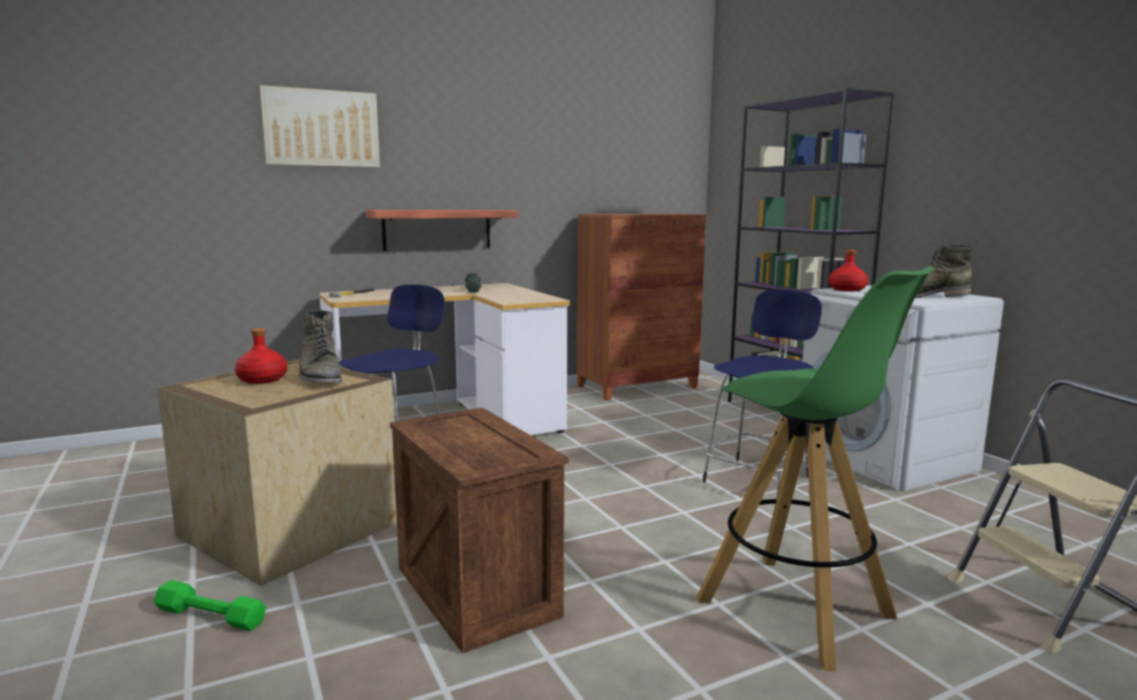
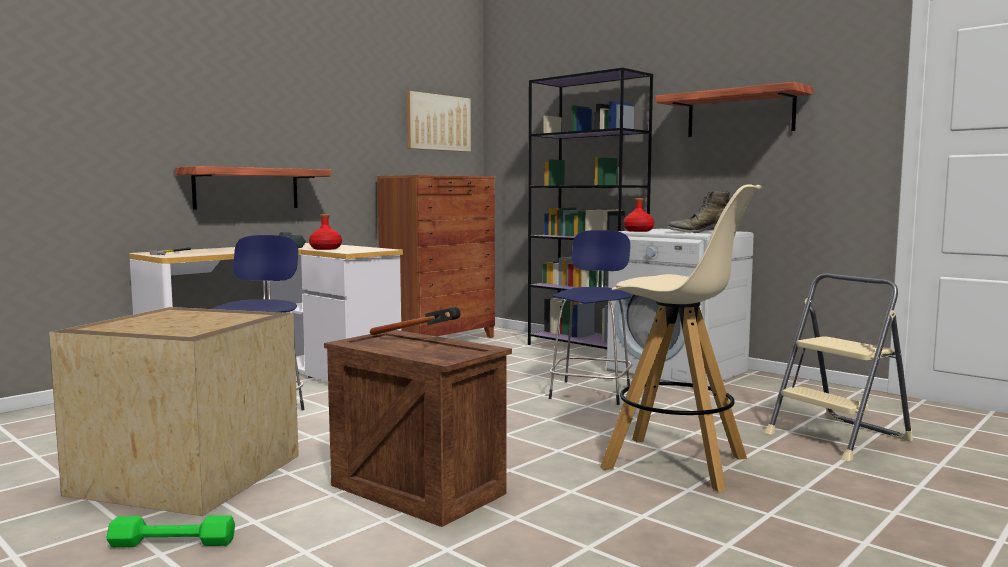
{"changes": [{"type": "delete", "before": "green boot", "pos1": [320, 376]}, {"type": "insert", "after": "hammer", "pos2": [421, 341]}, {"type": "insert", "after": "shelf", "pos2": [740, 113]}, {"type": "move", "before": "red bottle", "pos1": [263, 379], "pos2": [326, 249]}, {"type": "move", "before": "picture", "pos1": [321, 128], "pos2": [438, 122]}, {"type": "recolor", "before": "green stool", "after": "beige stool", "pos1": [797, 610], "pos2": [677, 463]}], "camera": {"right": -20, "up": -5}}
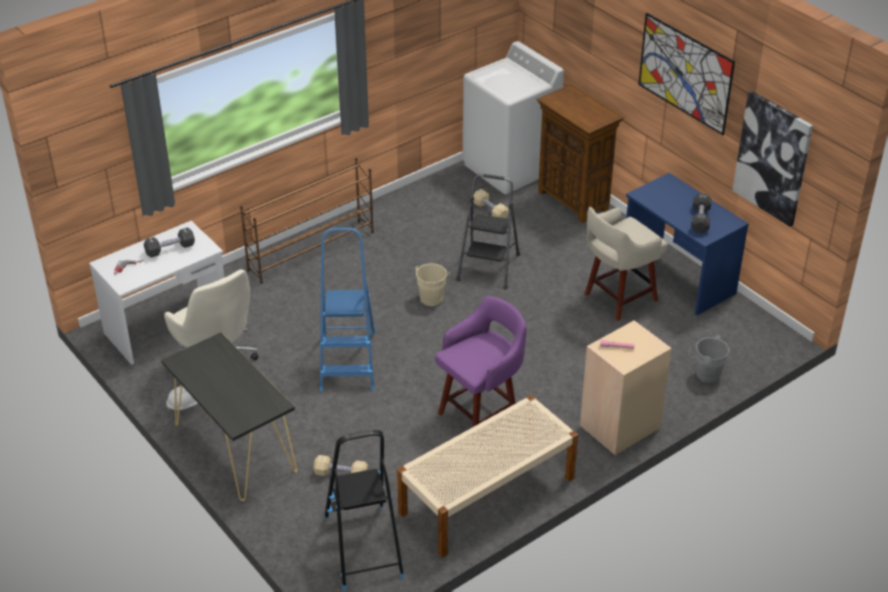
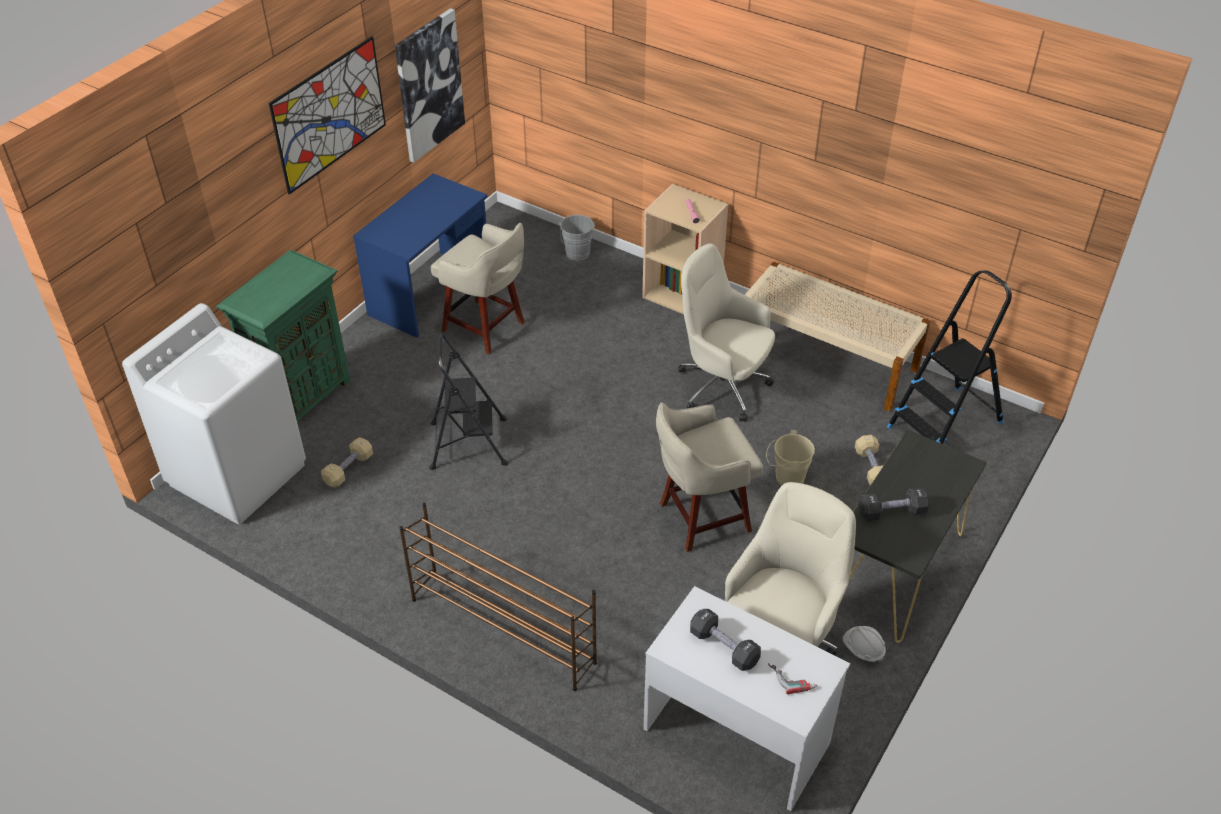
{"changes": [{"type": "move", "before": "beige bucket", "pos1": [432, 297], "pos2": [786, 477]}, {"type": "move", "before": "black dumbbell", "pos1": [700, 220], "pos2": [892, 512]}, {"type": "replace", "before": "blue step ladder", "after": "beige stool", "pos1": [348, 361], "pos2": [701, 518]}, {"type": "replace", "before": "purple stool", "after": "beige office chair", "pos1": [481, 414], "pos2": [721, 388]}, {"type": "recolor", "before": "brown cabinet", "after": "green cabinet", "pos1": [574, 201], "pos2": [303, 398]}], "camera": {"right": -110, "up": 5}}
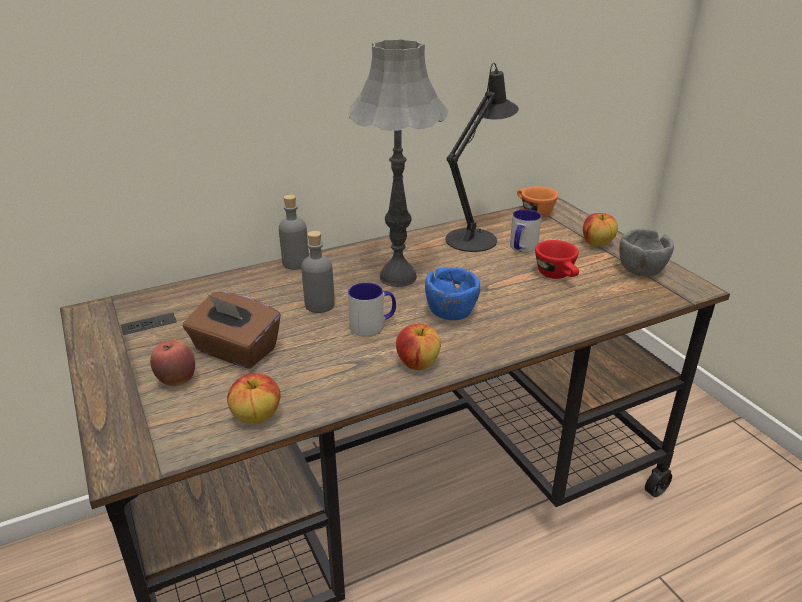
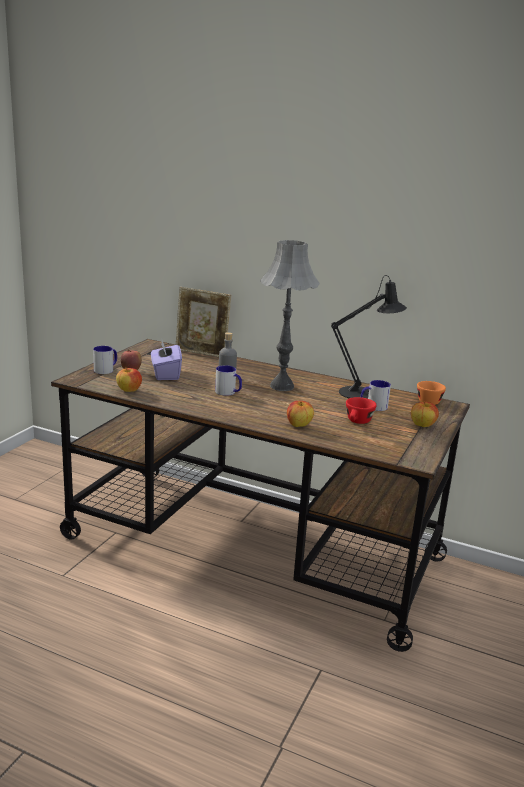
{"changes": [{"type": "delete", "before": "grey bottle", "pos1": [295, 263]}, {"type": "delete", "before": "blue bowl", "pos1": [451, 313]}, {"type": "delete", "before": "grey bowl", "pos1": [641, 270]}, {"type": "insert", "after": "mug", "pos2": [106, 370]}, {"type": "insert", "after": "picture frame", "pos2": [201, 353]}, {"type": "move", "before": "apple", "pos1": [417, 363], "pos2": [299, 425]}, {"type": "recolor", "before": "brown tissue box", "after": "purple tissue box", "pos1": [235, 351], "pos2": [165, 374]}], "camera": {"right": 50, "up": -10}}
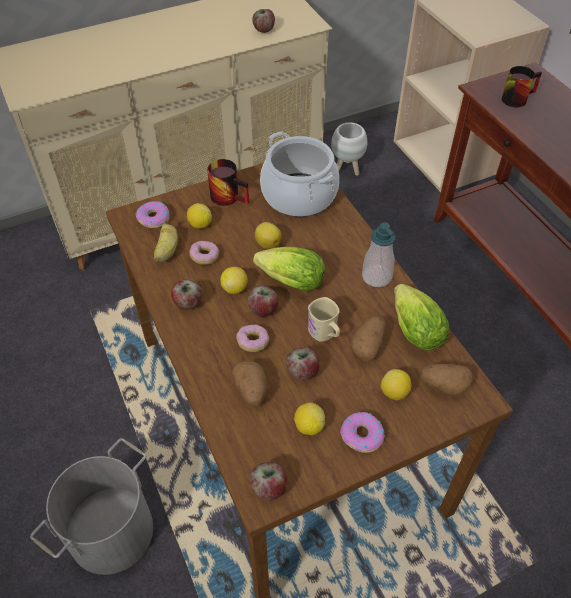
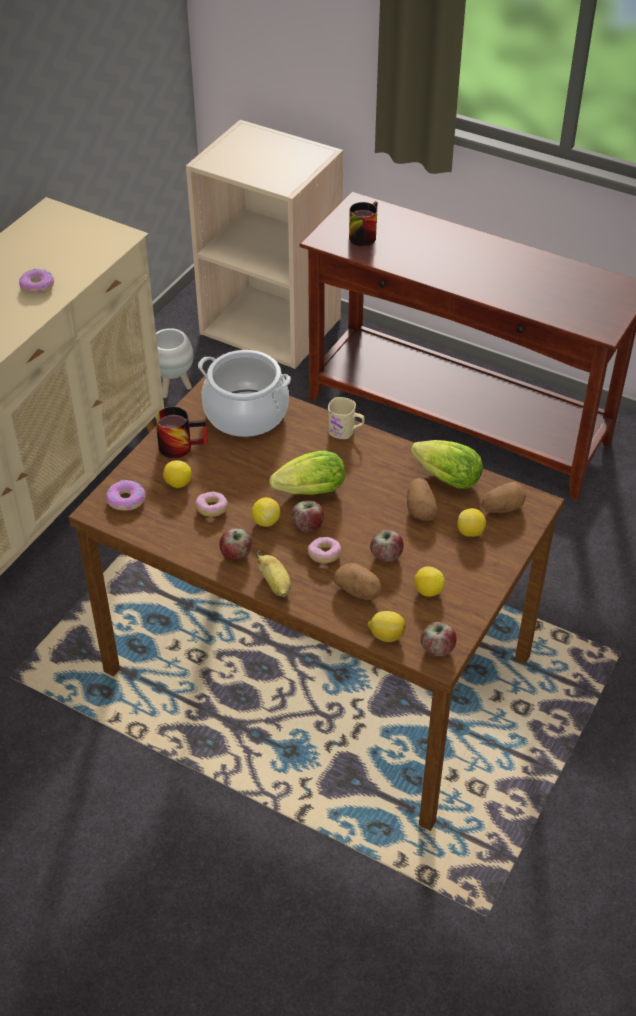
{"changes": [{"type": "delete", "before": "grey bucket", "pos1": [110, 531]}, {"type": "delete", "before": "apple", "pos1": [263, 30]}, {"type": "delete", "before": "soap dispenser", "pos1": [376, 277]}, {"type": "move", "before": "banana", "pos1": [167, 251], "pos2": [275, 584]}, {"type": "move", "before": "lemon", "pos1": [267, 243], "pos2": [386, 635]}, {"type": "move", "before": "beige mug", "pos1": [325, 334], "pos2": [346, 432]}, {"type": "move", "before": "donut", "pos1": [361, 435], "pos2": [37, 286]}], "camera": {"right": -35, "up": -5}}
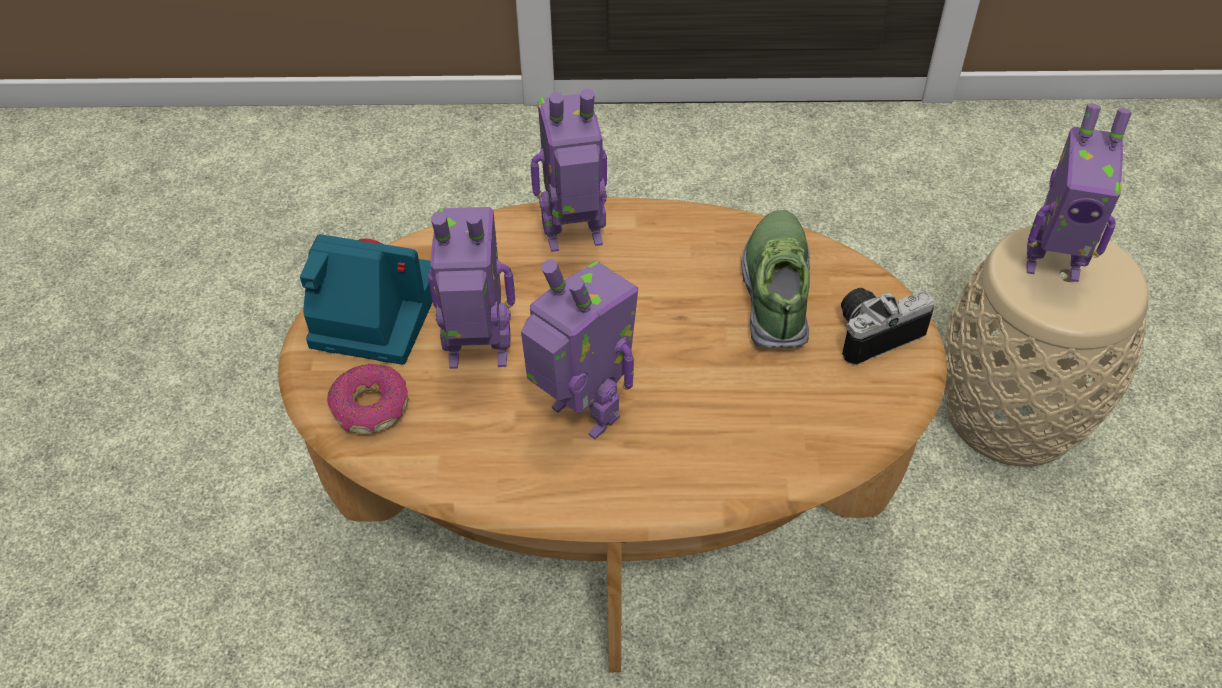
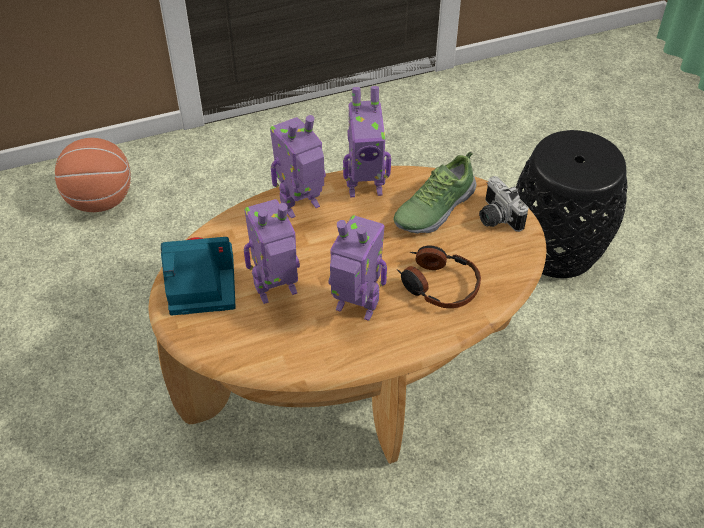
{"changes": [{"type": "delete", "before": "donut", "pos1": [370, 408]}, {"type": "insert", "after": "basketball", "pos2": [101, 200]}, {"type": "insert", "after": "headphones", "pos2": [438, 285]}, {"type": "move", "before": "toy robot", "pos1": [1052, 263], "pos2": [365, 187]}, {"type": "recolor", "before": "beige stool", "after": "black stool", "pos1": [1011, 415], "pos2": [557, 249]}, {"type": "rotate", "before": "shoe", "pos1": [778, 291], "pos2": [433, 208], "turn": -120}, {"type": "rotate", "before": "photo camera", "pos1": [872, 331], "pos2": [495, 217], "turn": -75}], "camera": {"right": -20, "up": 0}}
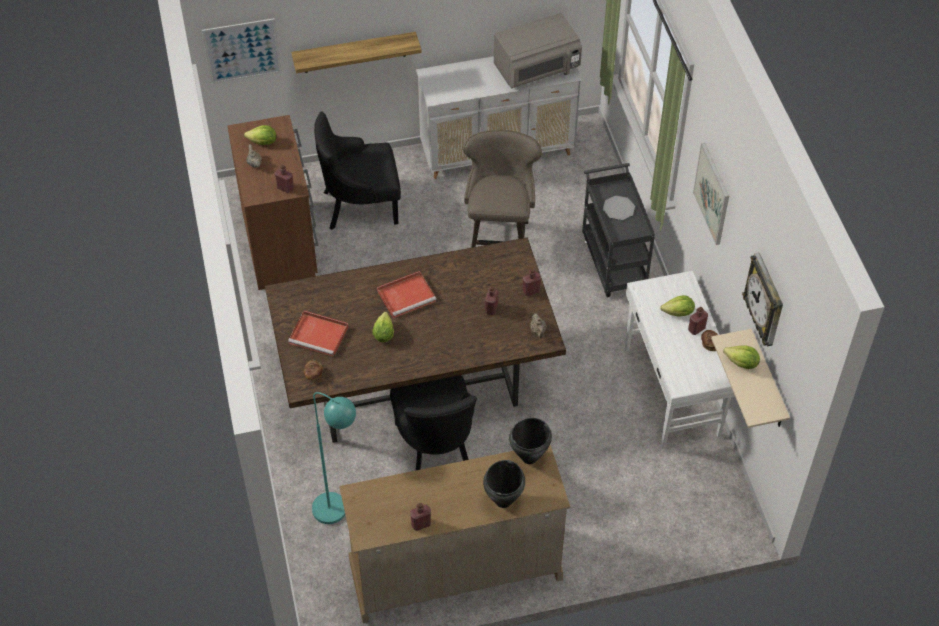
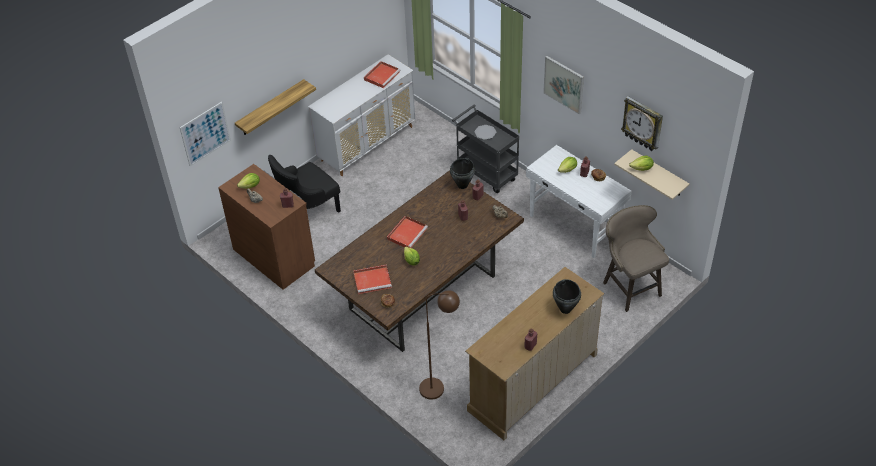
{"changes": [{"type": "delete", "before": "black chair", "pos1": [435, 446]}, {"type": "move", "before": "beige stool", "pos1": [499, 238], "pos2": [630, 287]}, {"type": "move", "before": "black cooking pot", "pos1": [529, 457], "pos2": [463, 185]}, {"type": "replace", "before": "grey microwave", "after": "red tray", "pos1": [537, 69], "pos2": [382, 75]}, {"type": "recolor", "before": "turquoise floor lamp", "after": "brown floor lamp", "pos1": [338, 514], "pos2": [439, 389]}], "camera": {"right": -30, "up": -5}}
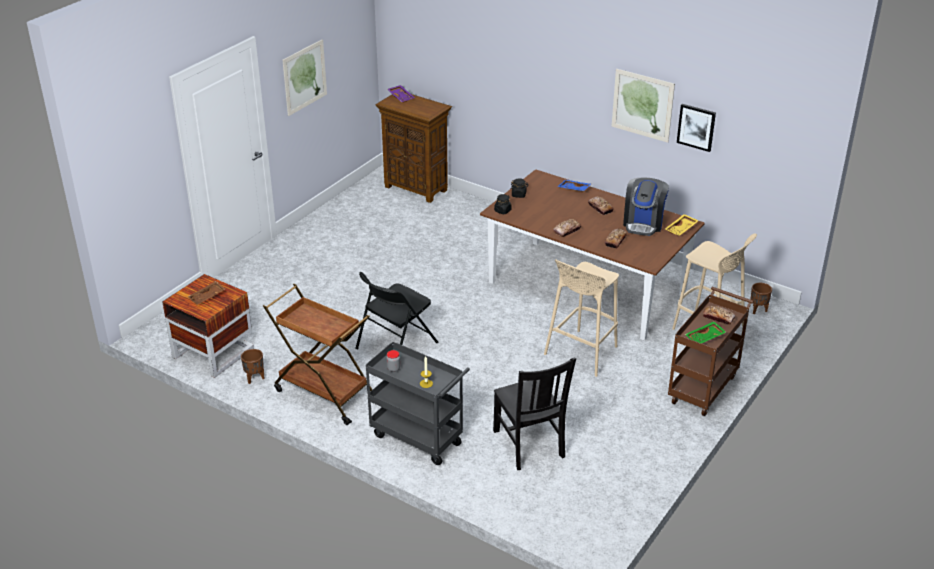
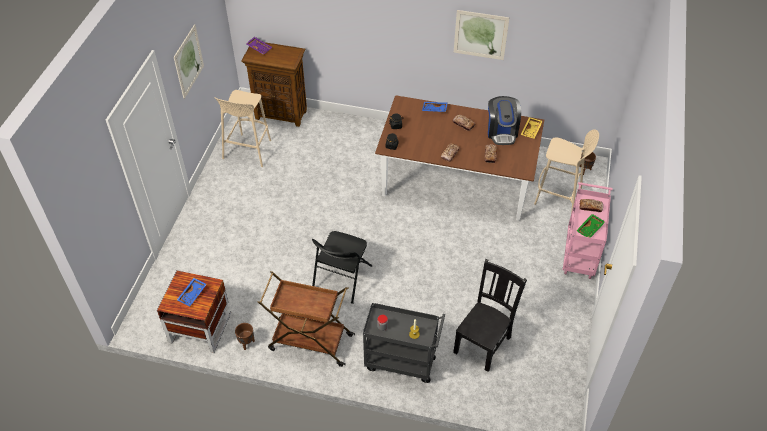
{"changes": [{"type": "delete", "before": "picture", "pos1": [696, 127]}, {"type": "move", "before": "beige stool", "pos1": [582, 353], "pos2": [248, 151]}, {"type": "recolor", "before": "brown tray", "after": "blue tray", "pos1": [207, 297], "pos2": [193, 294]}, {"type": "recolor", "before": "brown cart", "after": "pink cart", "pos1": [704, 389], "pos2": [579, 254]}, {"type": "rotate", "before": "black chair", "pos1": [529, 445], "pos2": [483, 343], "turn": -105}], "camera": {"right": -20, "up": 15}}
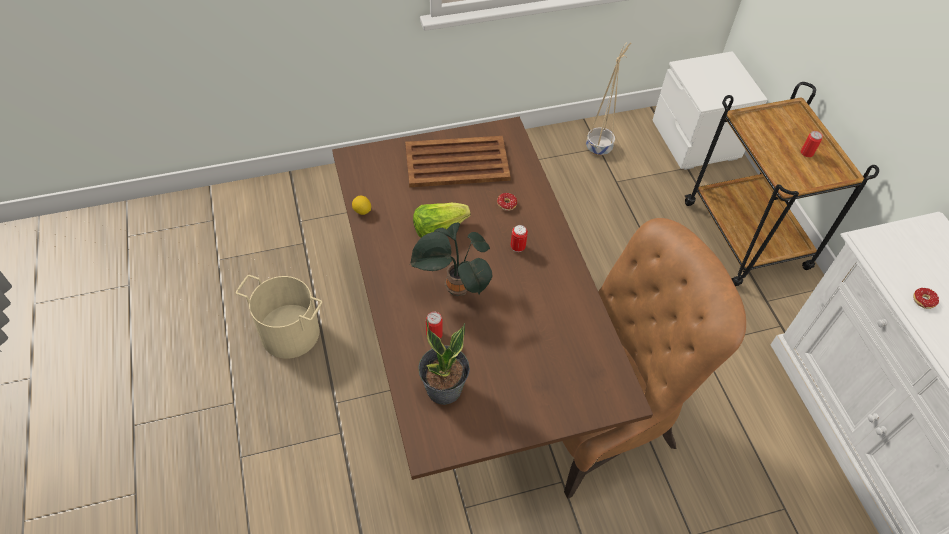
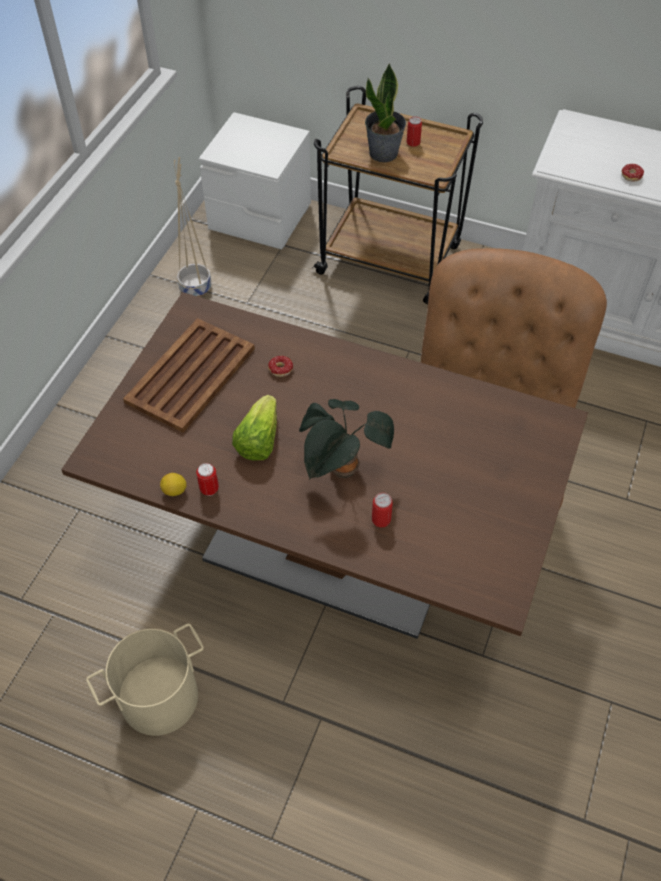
{"changes": [{"type": "move", "before": "potted plant", "pos1": [444, 389], "pos2": [384, 153]}, {"type": "move", "before": "can", "pos1": [517, 247], "pos2": [209, 489]}], "camera": {"right": -50, "up": 0}}
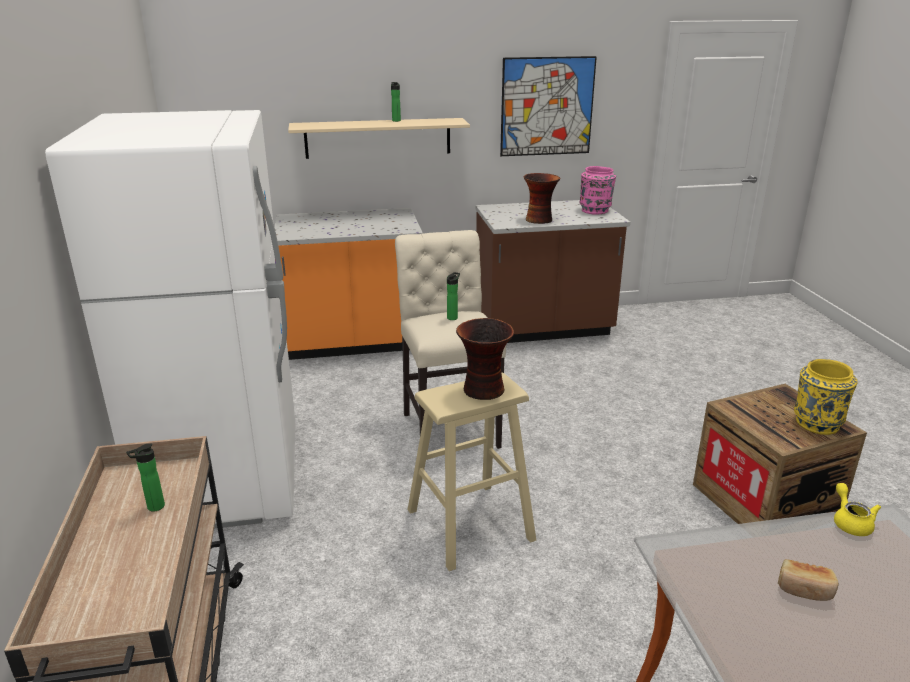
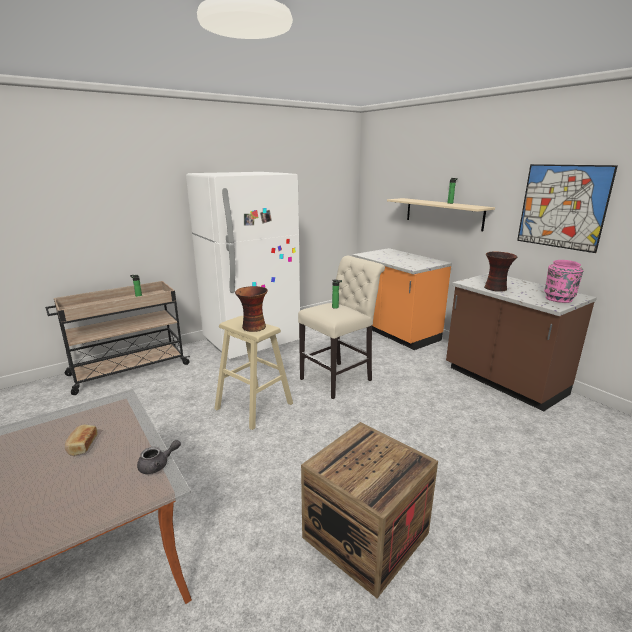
{"changes": [{"type": "delete", "before": "yellow vase", "pos1": [816, 424]}, {"type": "recolor", "before": "yellow teapot", "after": "grey teapot", "pos1": [850, 522], "pos2": [158, 465]}], "camera": {"right": 65, "up": -5}}
